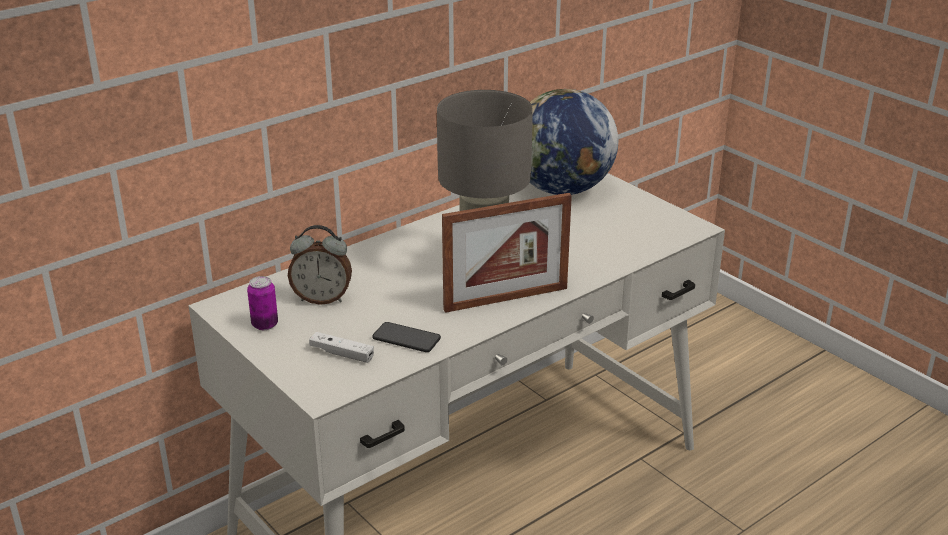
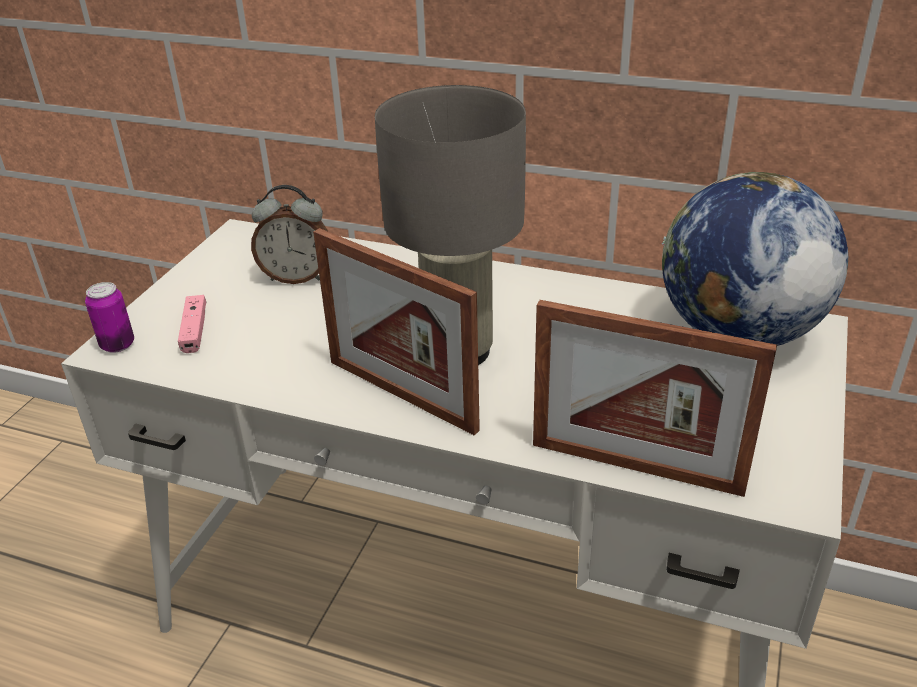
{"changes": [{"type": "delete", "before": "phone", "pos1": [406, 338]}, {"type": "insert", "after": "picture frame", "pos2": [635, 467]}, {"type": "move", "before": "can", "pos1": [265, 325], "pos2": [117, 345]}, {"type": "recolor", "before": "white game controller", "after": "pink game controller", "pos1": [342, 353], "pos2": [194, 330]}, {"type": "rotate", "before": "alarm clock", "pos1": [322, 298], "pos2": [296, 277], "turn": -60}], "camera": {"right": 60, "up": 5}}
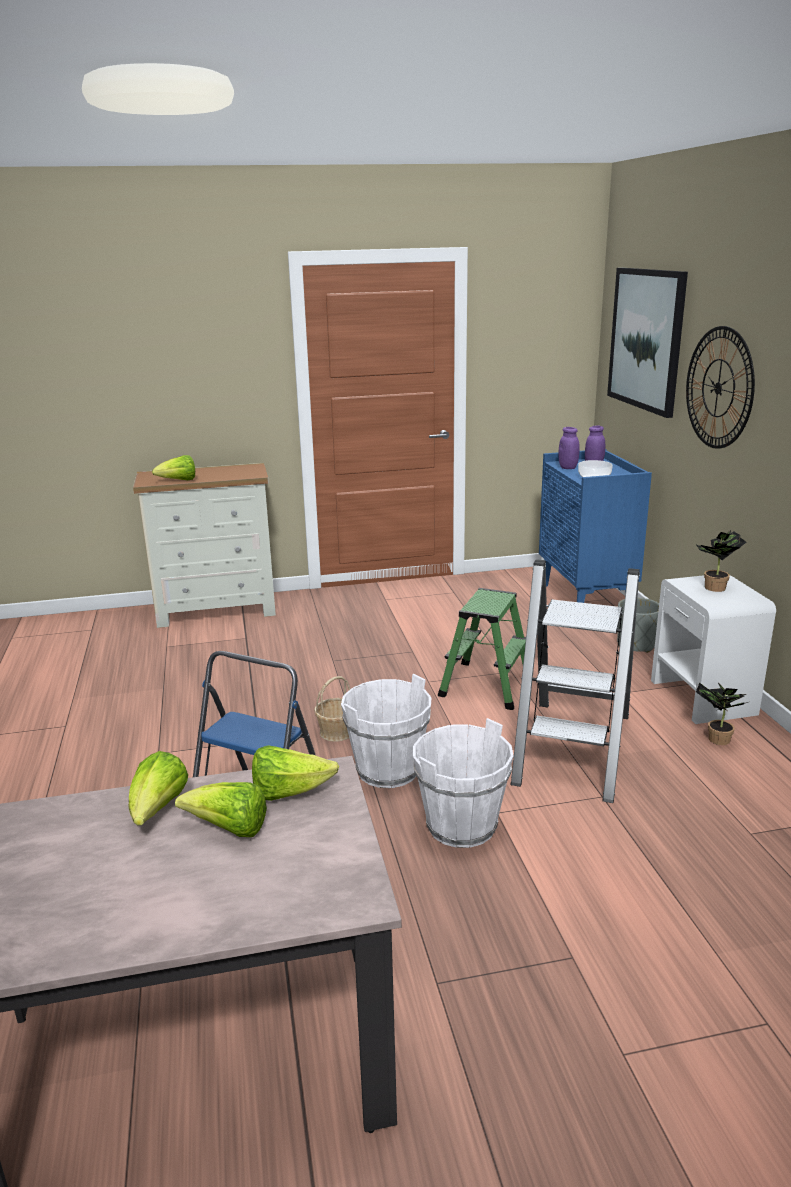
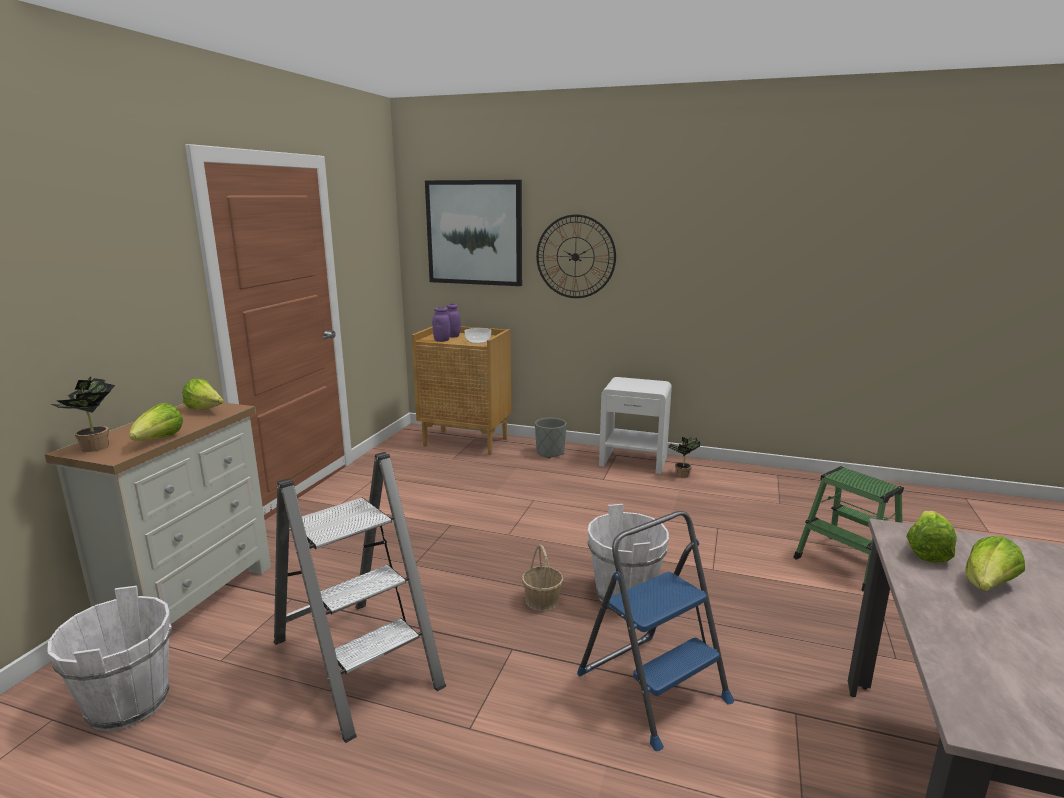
{"changes": [{"type": "move", "before": "lettuce", "pos1": [158, 810], "pos2": [206, 410]}, {"type": "move", "before": "white bucket", "pos1": [462, 826], "pos2": [129, 704]}, {"type": "move", "before": "green step ladder", "pos1": [486, 685], "pos2": [847, 561]}, {"type": "move", "before": "grey step ladder", "pos1": [573, 747], "pos2": [355, 661]}, {"type": "move", "before": "potted plant", "pos1": [715, 589], "pos2": [95, 448]}, {"type": "recolor", "before": "blue cabinet", "after": "brown cabinet", "pos1": [585, 599], "pos2": [466, 442]}], "camera": {"right": -60, "up": -5}}
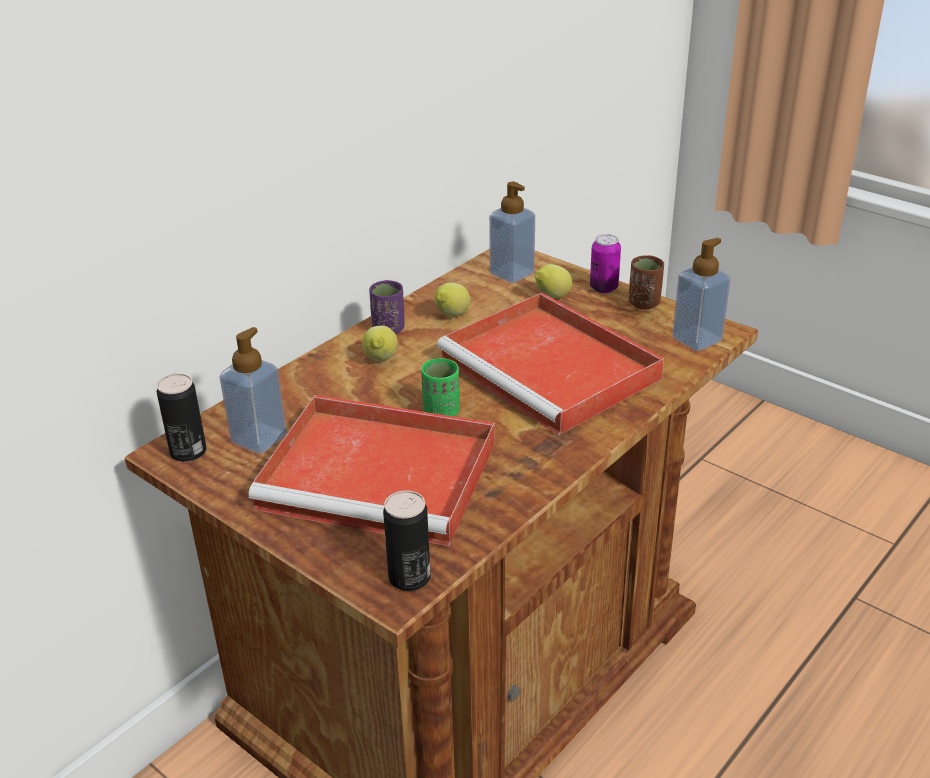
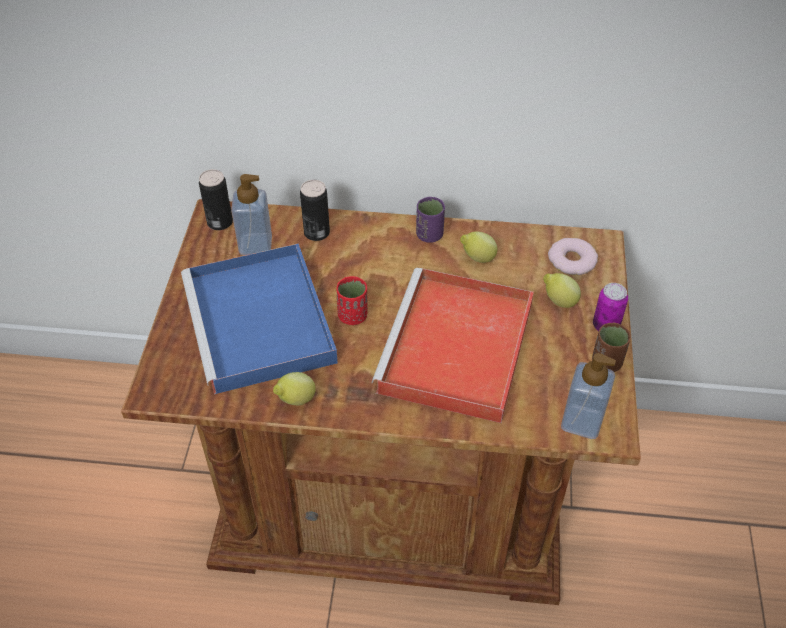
{"changes": [{"type": "move", "before": "lemon", "pos1": [380, 361], "pos2": [295, 400]}, {"type": "move", "before": "can", "pos1": [409, 578], "pos2": [317, 233]}, {"type": "replace", "before": "soap dispenser", "after": "donut", "pos1": [512, 273], "pos2": [571, 260]}, {"type": "recolor", "before": "red tray", "after": "blue tray", "pos1": [383, 475], "pos2": [261, 324]}, {"type": "recolor", "before": "green cup", "after": "red cup", "pos1": [441, 412], "pos2": [353, 316]}], "camera": {"right": 55, "up": 15}}
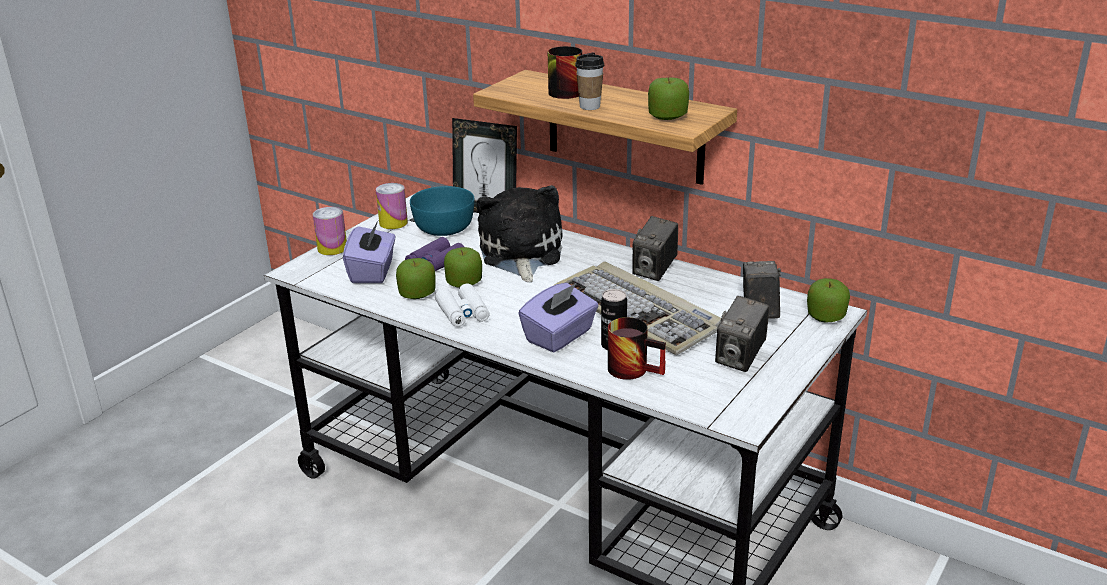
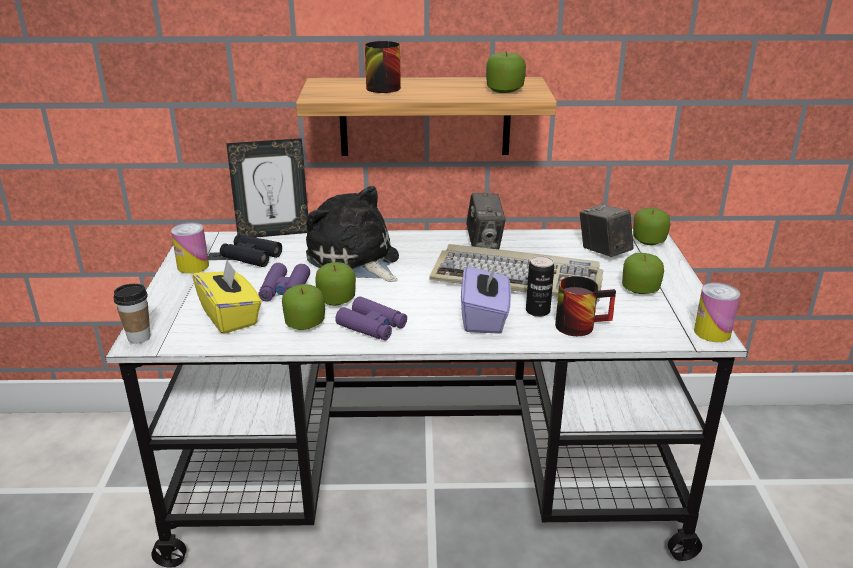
{"changes": [{"type": "move", "before": "can", "pos1": [332, 248], "pos2": [712, 332]}, {"type": "move", "before": "cup", "pos1": [589, 106], "pos2": [139, 337]}, {"type": "replace", "before": "turquoise bowl", "after": "black binoculars", "pos1": [444, 227], "pos2": [251, 256]}, {"type": "replace", "before": "photo camera", "after": "apple", "pos1": [740, 358], "pos2": [640, 289]}, {"type": "recolor", "before": "purple tissue box", "after": "yellow tissue box", "pos1": [373, 271], "pos2": [230, 316]}, {"type": "recolor", "before": "white binoculars", "after": "purple binoculars", "pos1": [463, 313], "pos2": [372, 326]}], "camera": {"right": -35, "up": 0}}
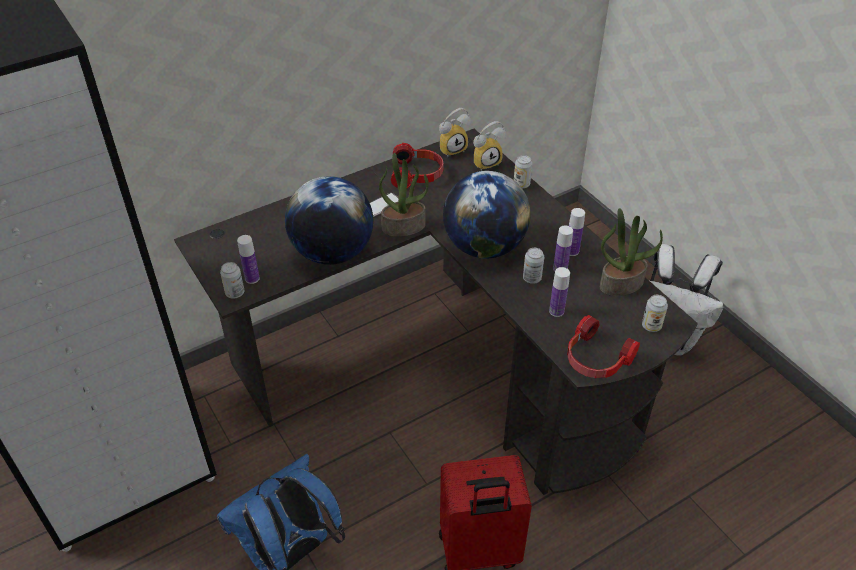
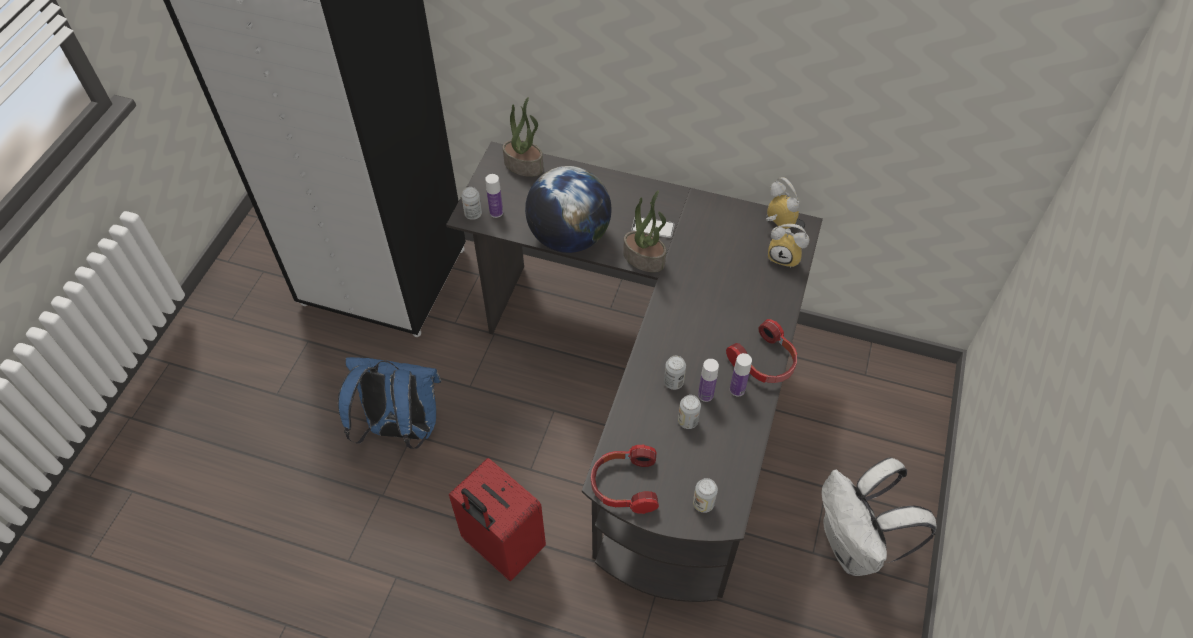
{"changes": [{"type": "delete", "before": "globe", "pos1": [484, 247]}, {"type": "delete", "before": "bottle", "pos1": [556, 311]}, {"type": "move", "before": "headphones", "pos1": [417, 174], "pos2": [765, 362]}, {"type": "move", "before": "can", "pos1": [521, 184], "pos2": [687, 421]}, {"type": "move", "before": "potted plant", "pos1": [621, 283], "pos2": [524, 165]}, {"type": "rotate", "before": "alarm clock", "pos1": [452, 148], "pos2": [775, 222], "turn": -150}], "camera": {"right": 50, "up": 10}}
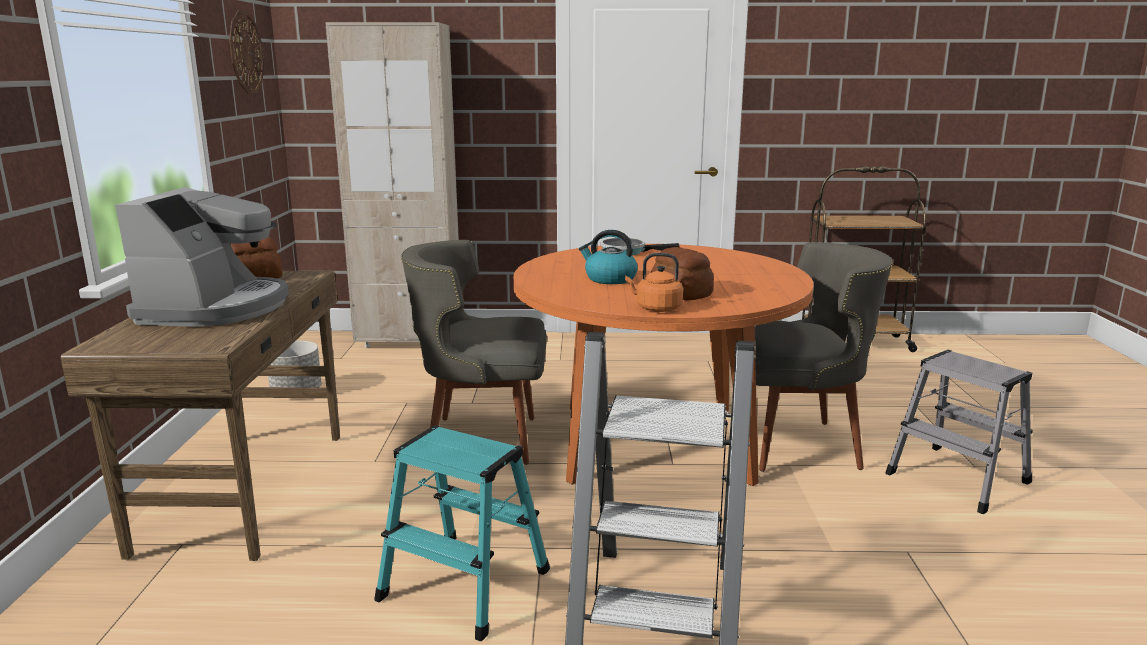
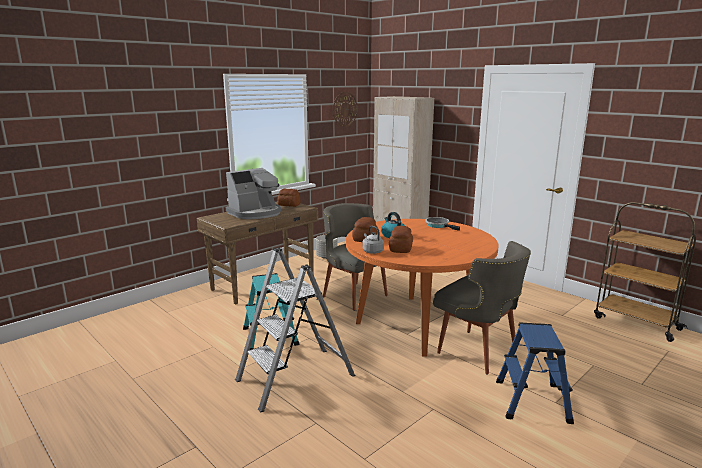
{"changes": [{"type": "insert", "after": "bread", "pos2": [364, 238]}, {"type": "recolor", "before": "orange kettle", "after": "grey kettle", "pos1": [656, 308], "pos2": [372, 251]}, {"type": "recolor", "before": "grey step ladder", "after": "blue step ladder", "pos1": [958, 477], "pos2": [532, 401]}], "camera": {"right": 45, "up": 0}}
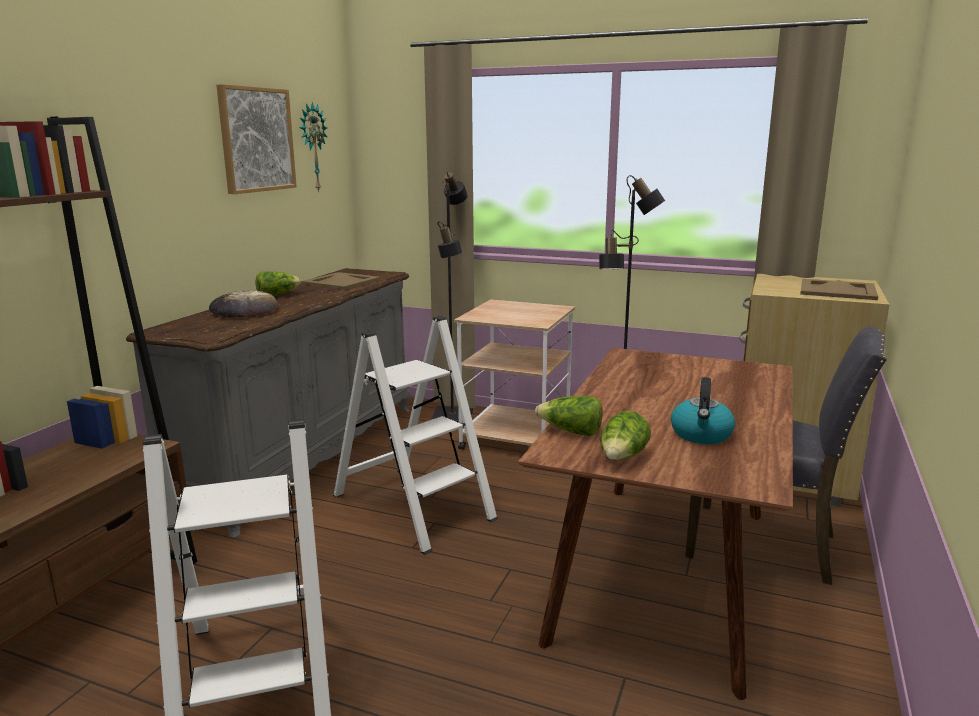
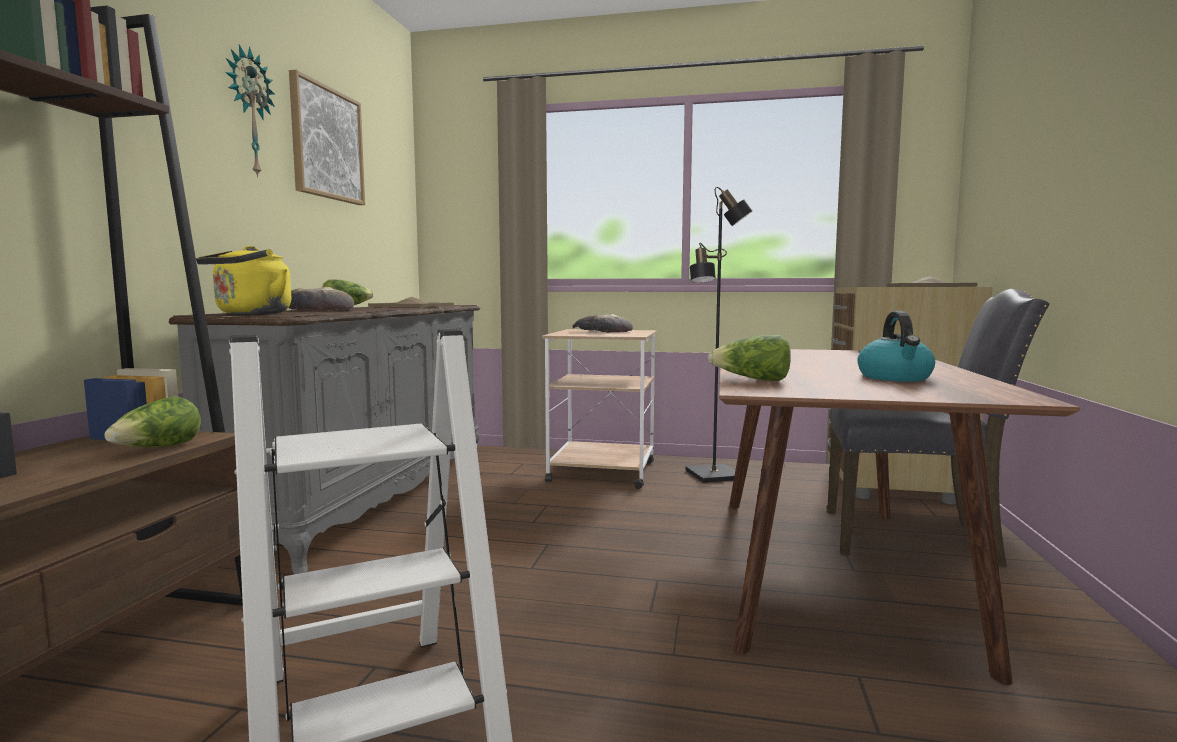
{"changes": [{"type": "delete", "before": "white step ladder", "pos1": [411, 506]}, {"type": "delete", "before": "black floor lamp", "pos1": [452, 416]}, {"type": "insert", "after": "yellow kettle", "pos2": [250, 313]}, {"type": "insert", "after": "bread", "pos2": [602, 332]}, {"type": "move", "before": "wall clock", "pos1": [312, 147], "pos2": [248, 113]}, {"type": "move", "before": "lettuce", "pos1": [623, 458], "pos2": [158, 448]}], "camera": {"right": -10, "up": -10}}
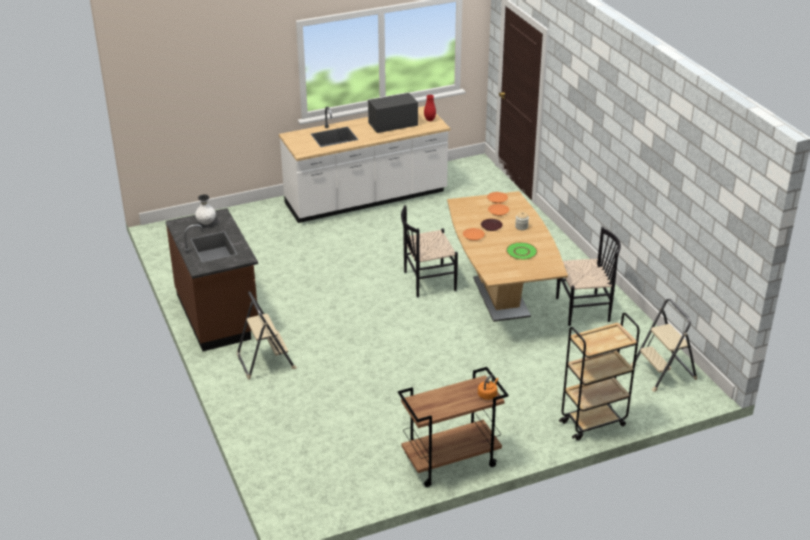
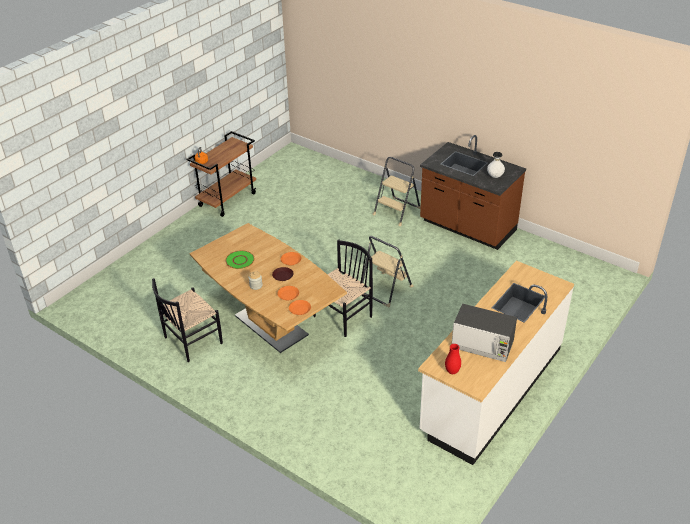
{"changes": [{"type": "delete", "before": "brown cart", "pos1": [593, 425]}, {"type": "move", "before": "beige step ladder", "pos1": [666, 372], "pos2": [384, 290]}, {"type": "rotate", "before": "microwave", "pos1": [392, 125], "pos2": [482, 345], "turn": 75}], "camera": {"right": 150, "up": 5}}
